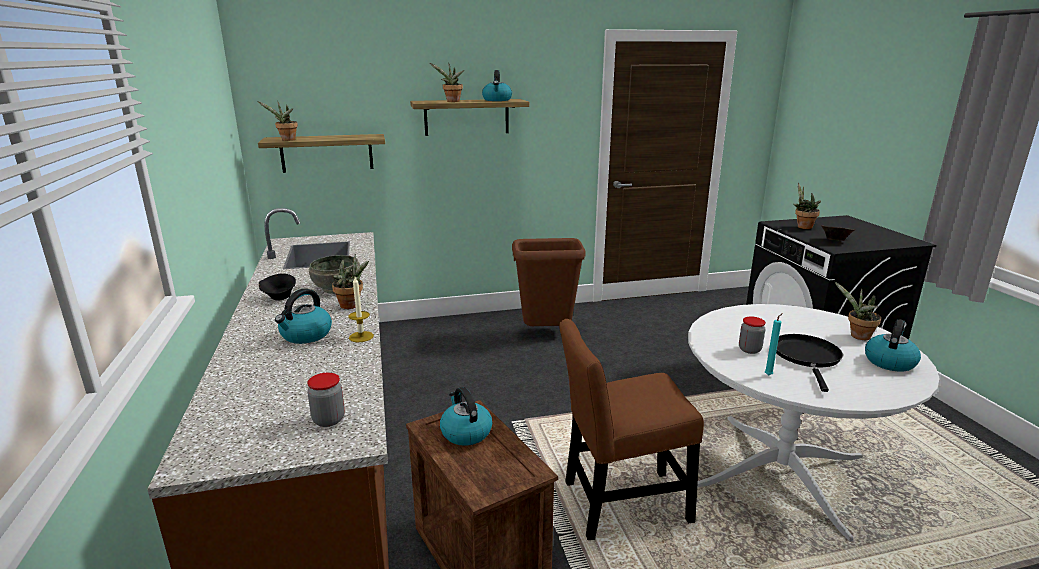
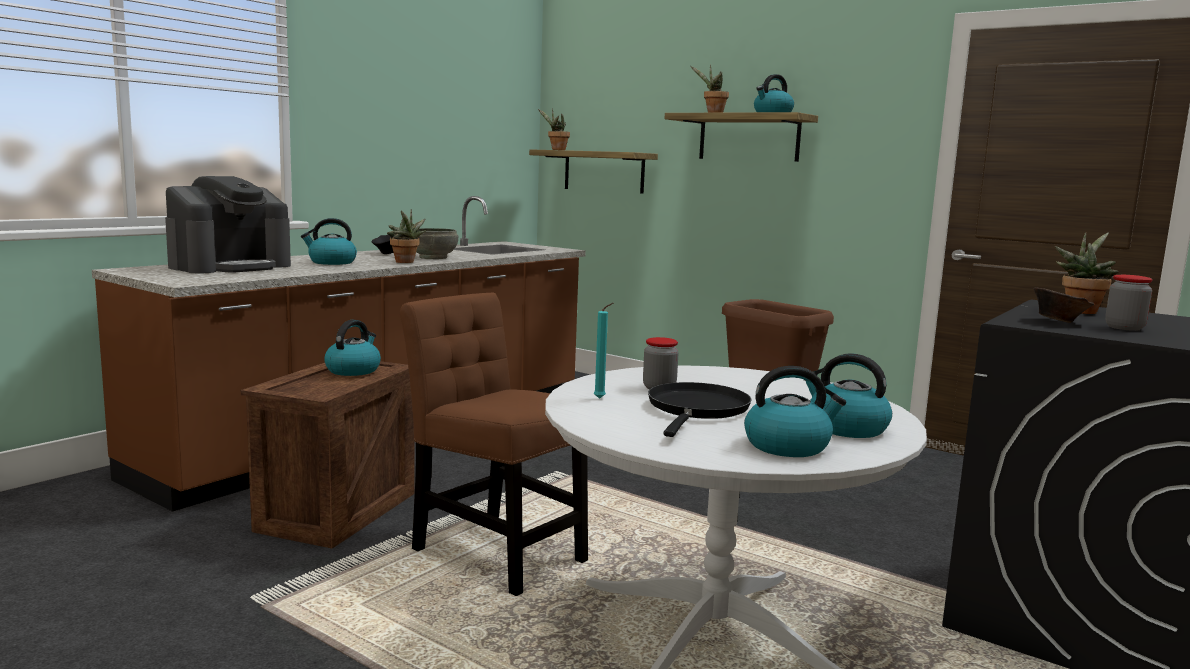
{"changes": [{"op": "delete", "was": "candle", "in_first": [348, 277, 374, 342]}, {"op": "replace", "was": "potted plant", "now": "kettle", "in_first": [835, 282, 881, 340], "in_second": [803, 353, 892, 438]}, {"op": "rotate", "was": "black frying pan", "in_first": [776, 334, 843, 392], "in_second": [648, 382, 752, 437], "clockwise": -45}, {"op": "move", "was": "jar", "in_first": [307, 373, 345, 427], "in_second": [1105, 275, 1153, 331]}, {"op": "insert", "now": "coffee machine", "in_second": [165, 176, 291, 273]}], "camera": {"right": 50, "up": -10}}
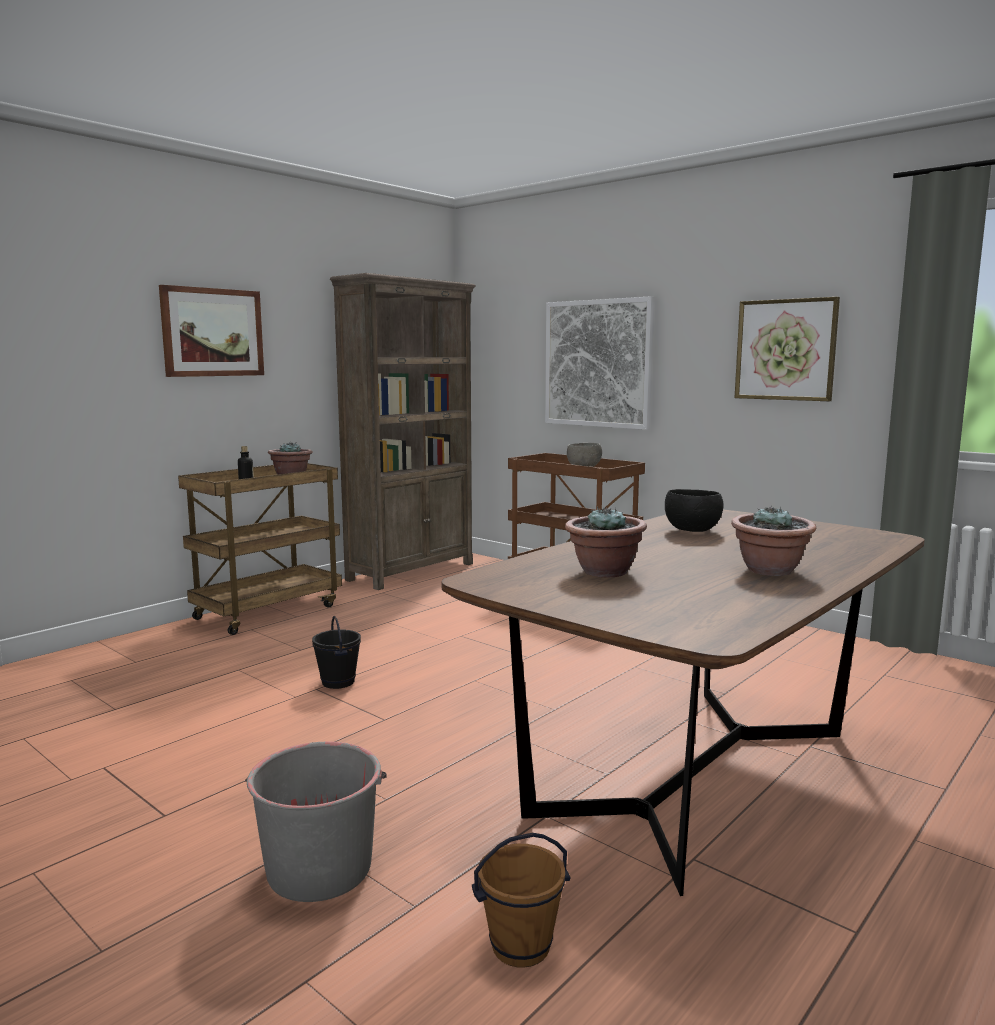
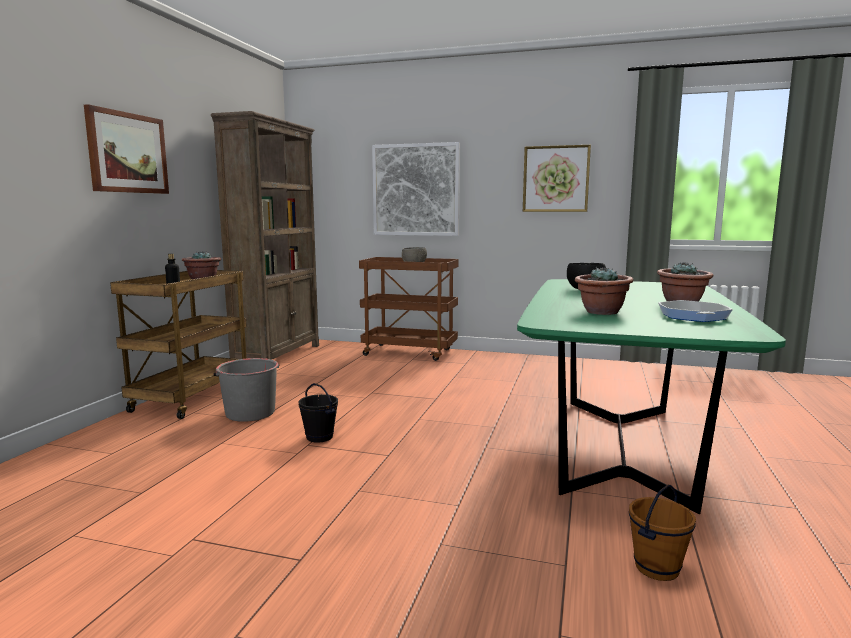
{"changes": [{"op": "recolor", "was": "brown dining table", "now": "green dining table", "in_first": [442, 510, 925, 896], "in_second": [517, 279, 786, 514]}, {"op": "move", "was": "grey bucket", "in_first": [245, 742, 387, 902], "in_second": [213, 358, 280, 422]}, {"op": "insert", "now": "frying pan", "in_second": [658, 300, 733, 322]}], "camera": {"right": -25, "up": 0}}
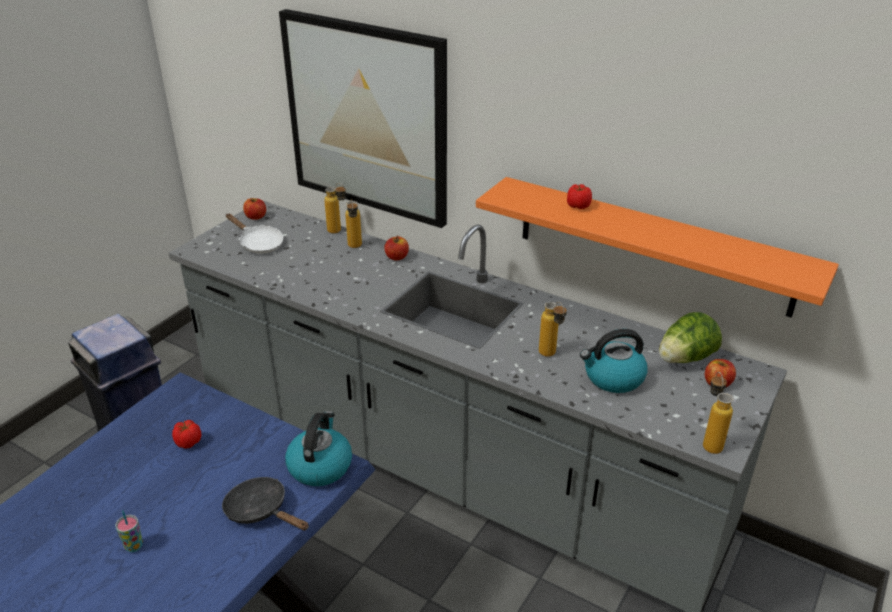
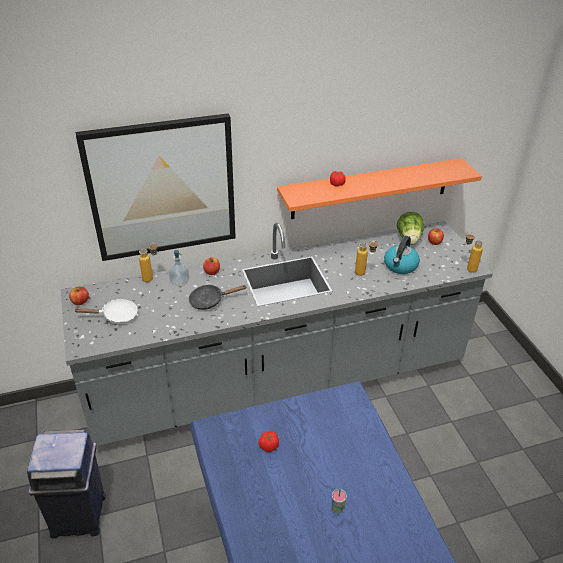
{"changes": [{"op": "replace", "was": "bottle", "now": "soap dispenser", "in_first": [345, 199, 362, 248], "in_second": [168, 250, 190, 287]}, {"op": "delete", "was": "kettle", "in_first": [285, 411, 352, 486]}, {"op": "move", "was": "black frying pan", "in_first": [222, 477, 309, 531], "in_second": [189, 285, 246, 310]}], "camera": {"right": -50, "up": 5}}
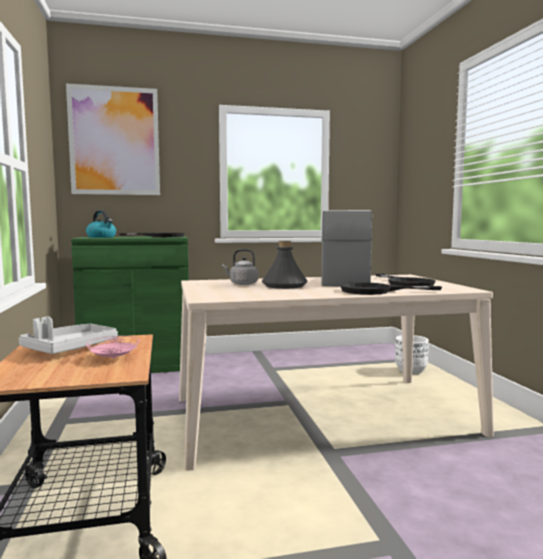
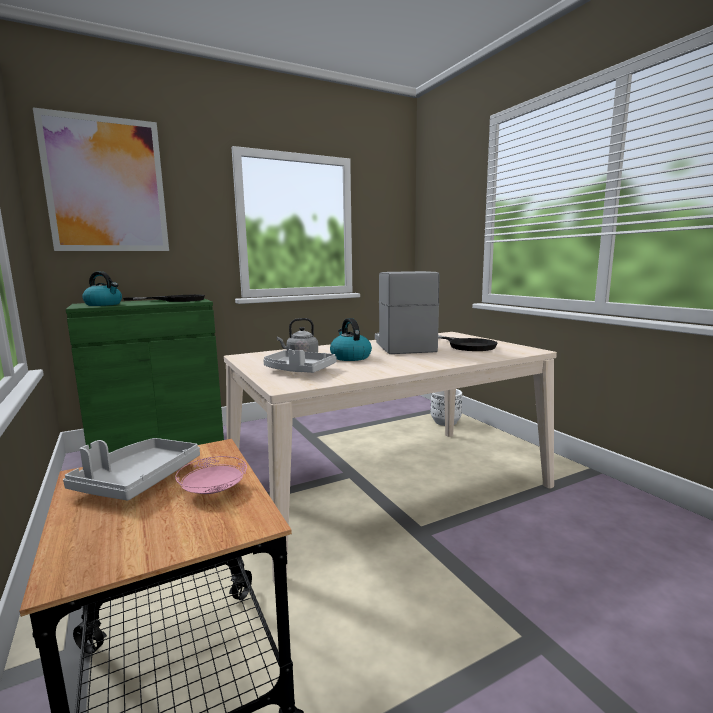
{"changes": [{"op": "replace", "was": "grey bottle", "now": "kettle", "in_first": [262, 241, 308, 289], "in_second": [330, 318, 372, 361]}, {"op": "delete", "was": "black frying pan", "in_first": [340, 282, 442, 295]}, {"op": "insert", "now": "grey tray", "in_second": [263, 349, 336, 373]}], "camera": {"right": -15, "up": 5}}
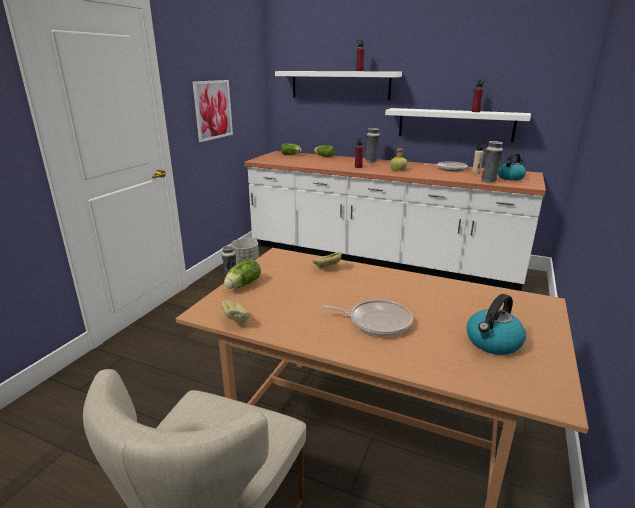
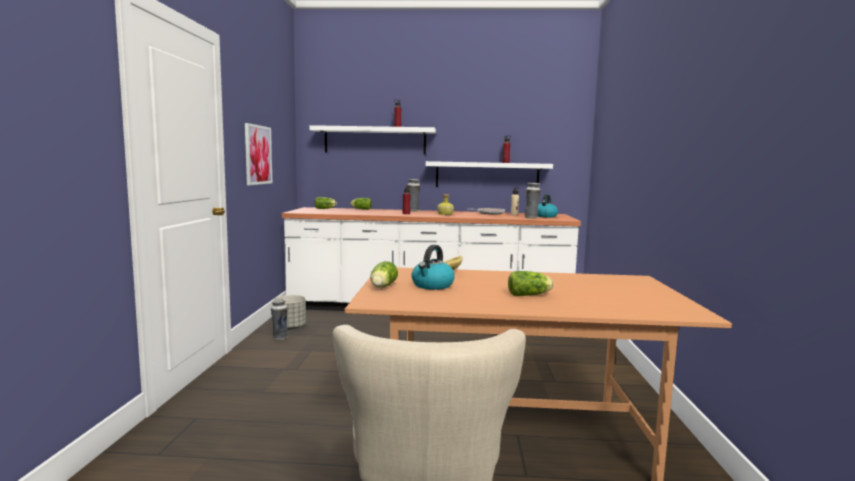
{"changes": [{"op": "move", "was": "kettle", "in_first": [466, 294, 526, 355], "in_second": [411, 245, 455, 290]}, {"op": "delete", "was": "bread", "in_first": [222, 300, 249, 323]}, {"op": "replace", "was": "frying pan", "now": "lettuce", "in_first": [321, 300, 413, 336], "in_second": [508, 271, 554, 296]}], "camera": {"right": -20, "up": -15}}
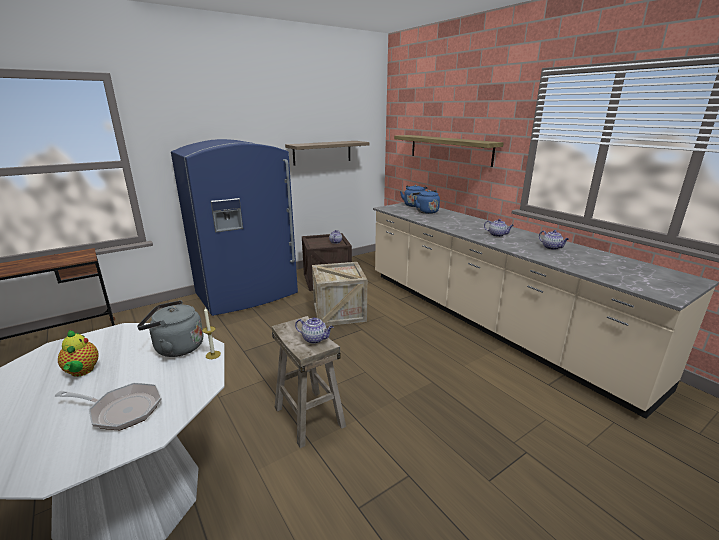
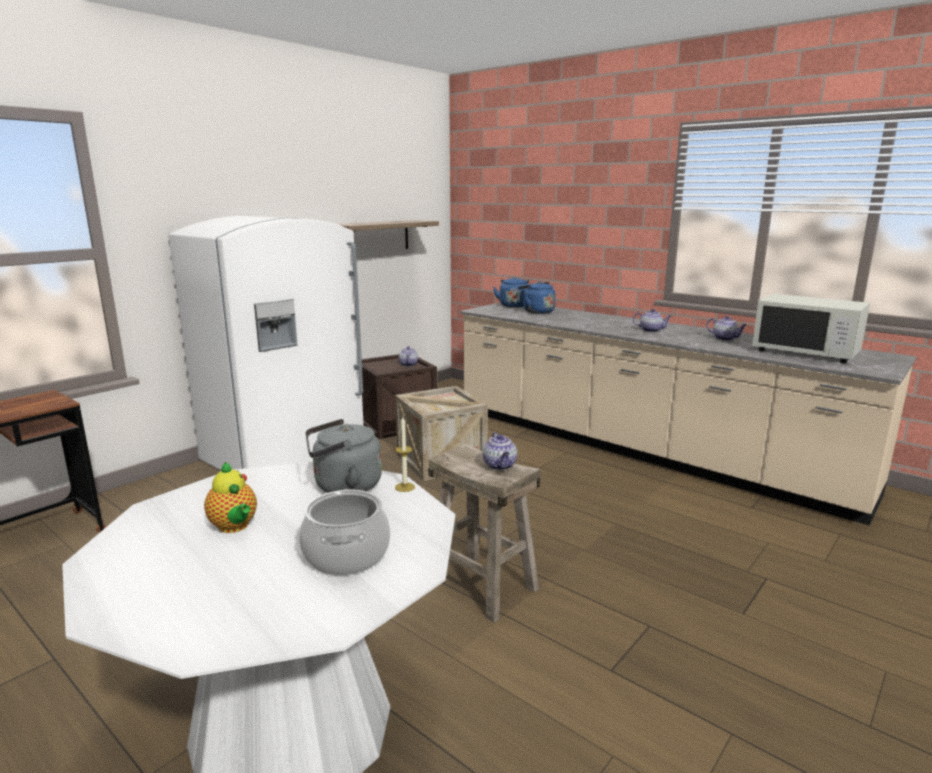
{"changes": [{"op": "delete", "was": "shelf", "in_first": [394, 135, 504, 167]}, {"op": "recolor", "was": "blue fridge", "now": "white fridge", "in_first": [171, 139, 298, 316], "in_second": [168, 216, 364, 470]}, {"op": "rotate", "was": "teapot", "in_first": [295, 317, 333, 344], "in_second": [483, 432, 517, 470], "clockwise": 75}, {"op": "replace", "was": "frying pan", "now": "cooking pot", "in_first": [55, 383, 162, 430], "in_second": [300, 489, 390, 575]}, {"op": "insert", "now": "white microwave", "in_second": [752, 294, 870, 363]}], "camera": {"right": -15, "up": -5}}
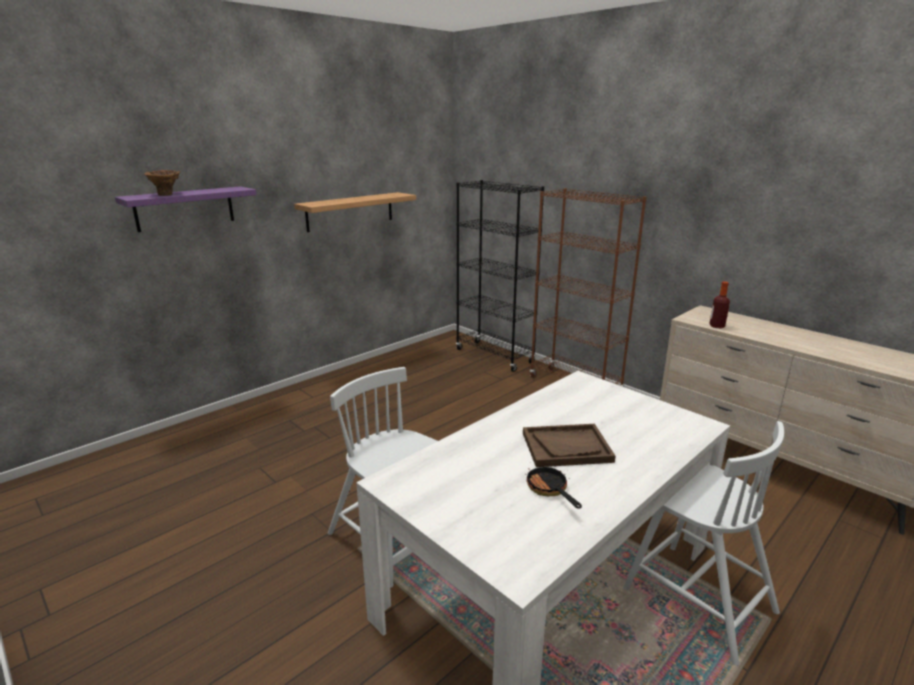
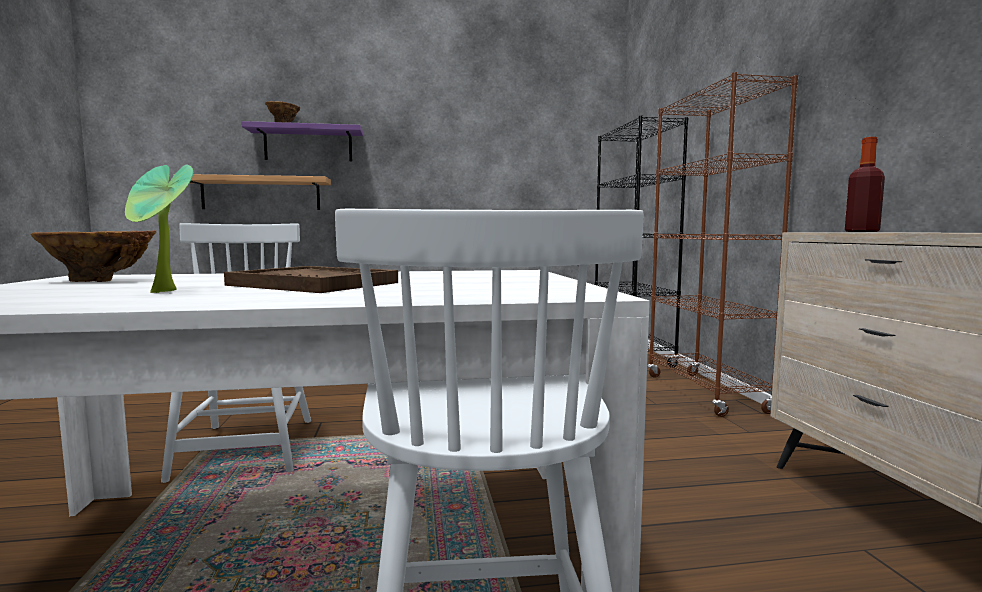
{"changes": [{"op": "move", "was": "shelf", "in_first": [294, 192, 416, 232], "in_second": [173, 174, 331, 210]}, {"op": "replace", "was": "frying pan", "now": "potted plant", "in_first": [525, 466, 582, 509], "in_second": [125, 165, 193, 293]}, {"op": "insert", "now": "brown vase", "in_second": [31, 230, 156, 282]}], "camera": {"right": 35, "up": -15}}
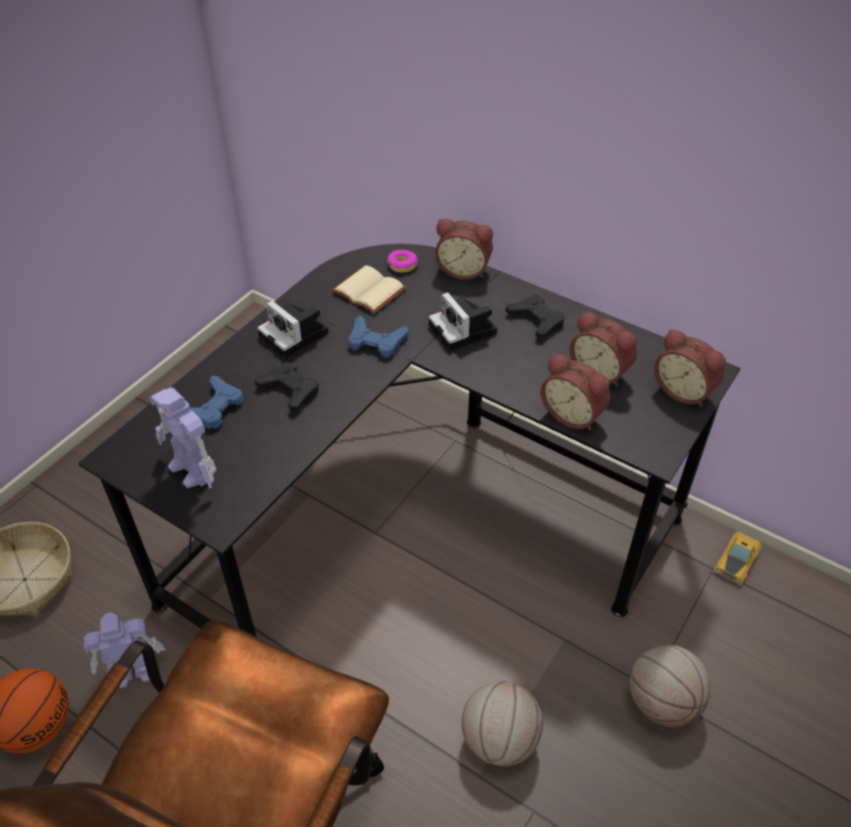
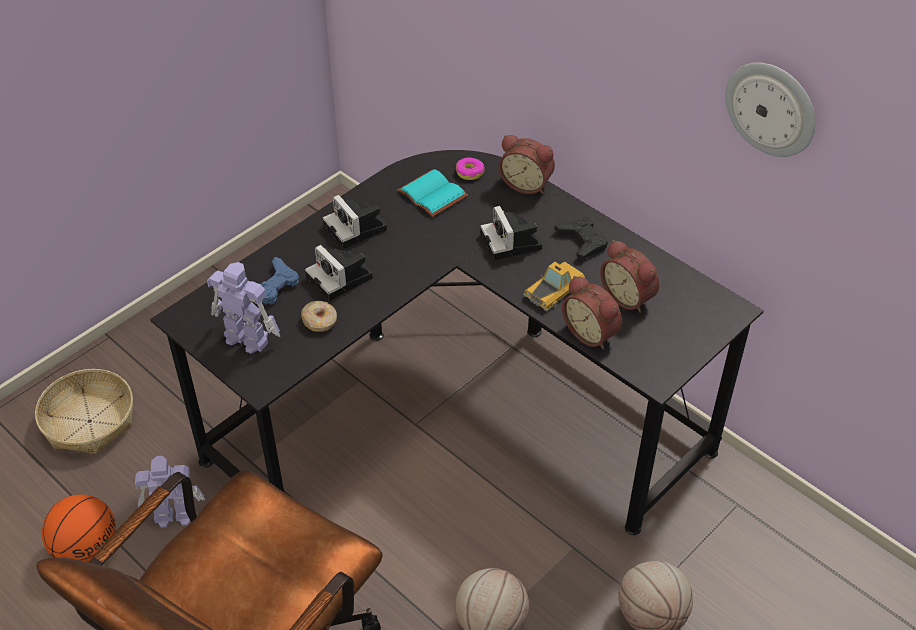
{"changes": [{"op": "recolor", "was": "beige book", "now": "turquoise book", "in_first": [331, 265, 407, 314], "in_second": [398, 169, 468, 217]}, {"op": "delete", "was": "blue game controller", "in_first": [349, 315, 408, 358]}, {"op": "delete", "was": "alarm clock", "in_first": [654, 329, 726, 407]}, {"op": "replace", "was": "black game controller", "now": "photo camera", "in_first": [254, 362, 319, 411], "in_second": [305, 245, 373, 301]}, {"op": "rotate", "was": "toy robot", "in_first": [150, 387, 217, 488], "in_second": [207, 262, 280, 354], "clockwise": 150}, {"op": "move", "was": "toy car", "in_first": [713, 532, 762, 586], "in_second": [523, 262, 585, 311]}, {"op": "insert", "now": "wall clock", "in_second": [725, 63, 816, 157]}, {"op": "insert", "now": "donut", "in_second": [301, 301, 337, 332]}], "camera": {"right": 10, "up": 0}}
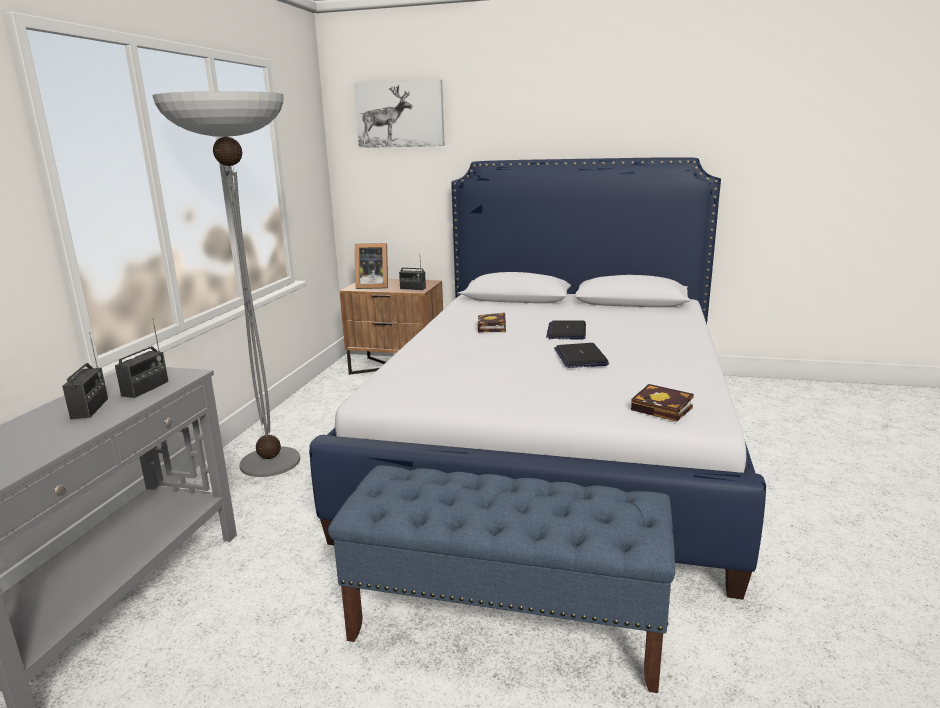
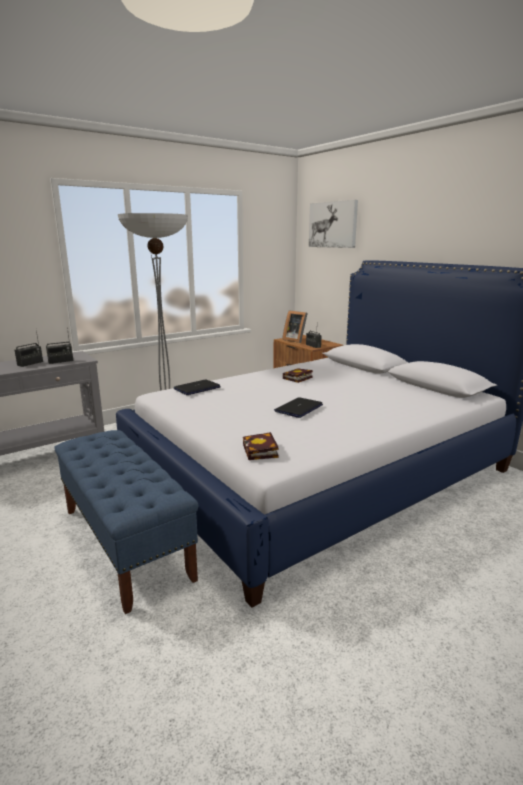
{"changes": [{"op": "move", "was": "laptop", "in_first": [546, 320, 586, 340], "in_second": [174, 379, 221, 395]}], "camera": {"right": 40, "up": 0}}
